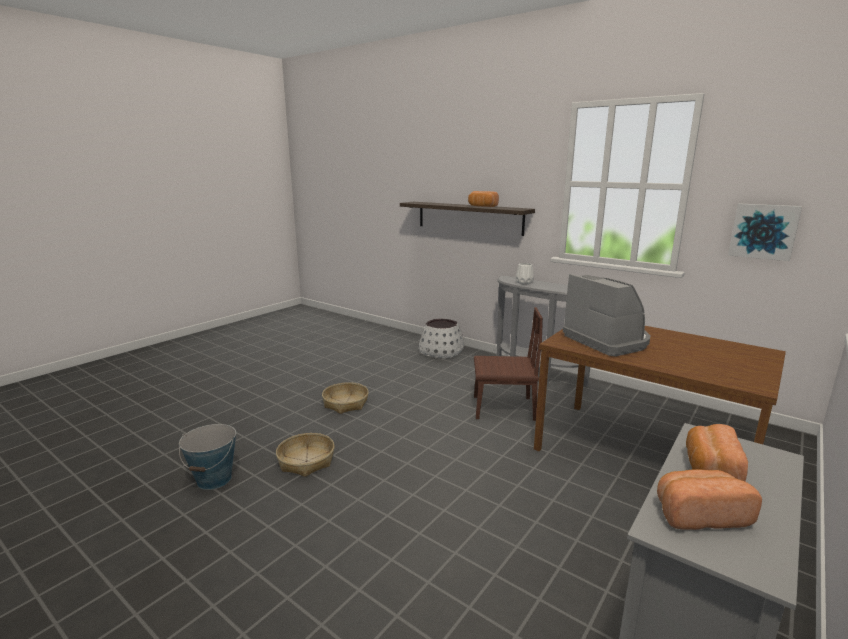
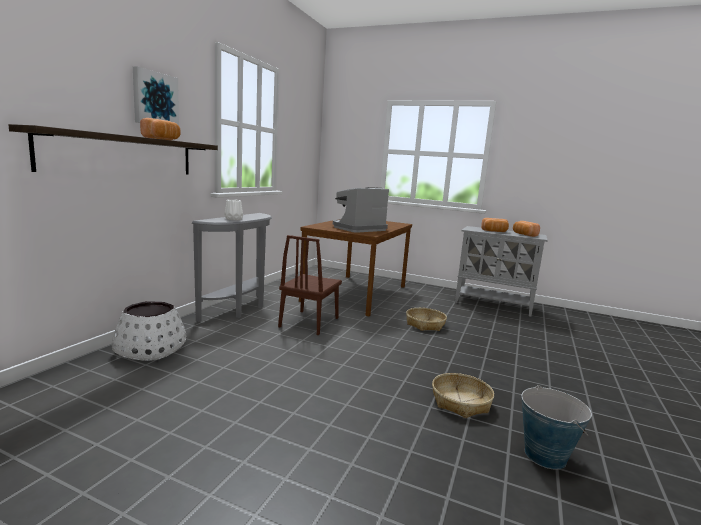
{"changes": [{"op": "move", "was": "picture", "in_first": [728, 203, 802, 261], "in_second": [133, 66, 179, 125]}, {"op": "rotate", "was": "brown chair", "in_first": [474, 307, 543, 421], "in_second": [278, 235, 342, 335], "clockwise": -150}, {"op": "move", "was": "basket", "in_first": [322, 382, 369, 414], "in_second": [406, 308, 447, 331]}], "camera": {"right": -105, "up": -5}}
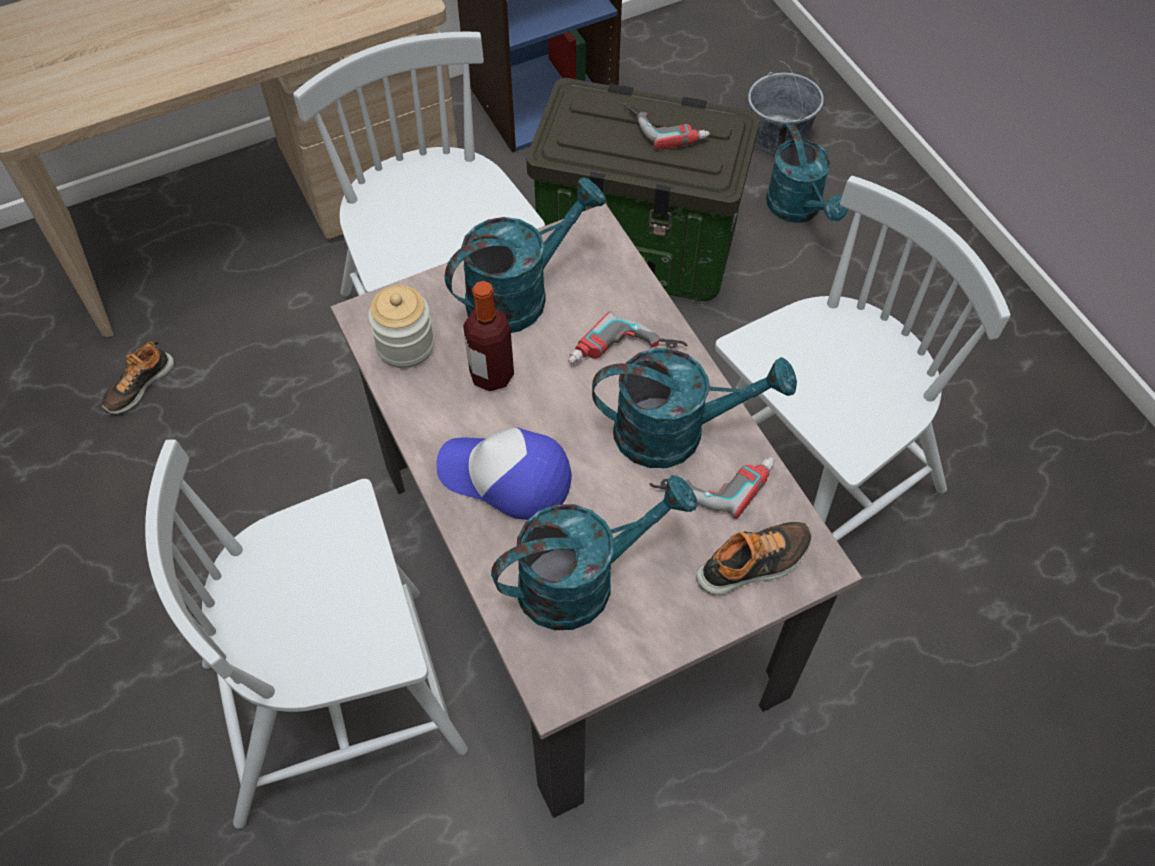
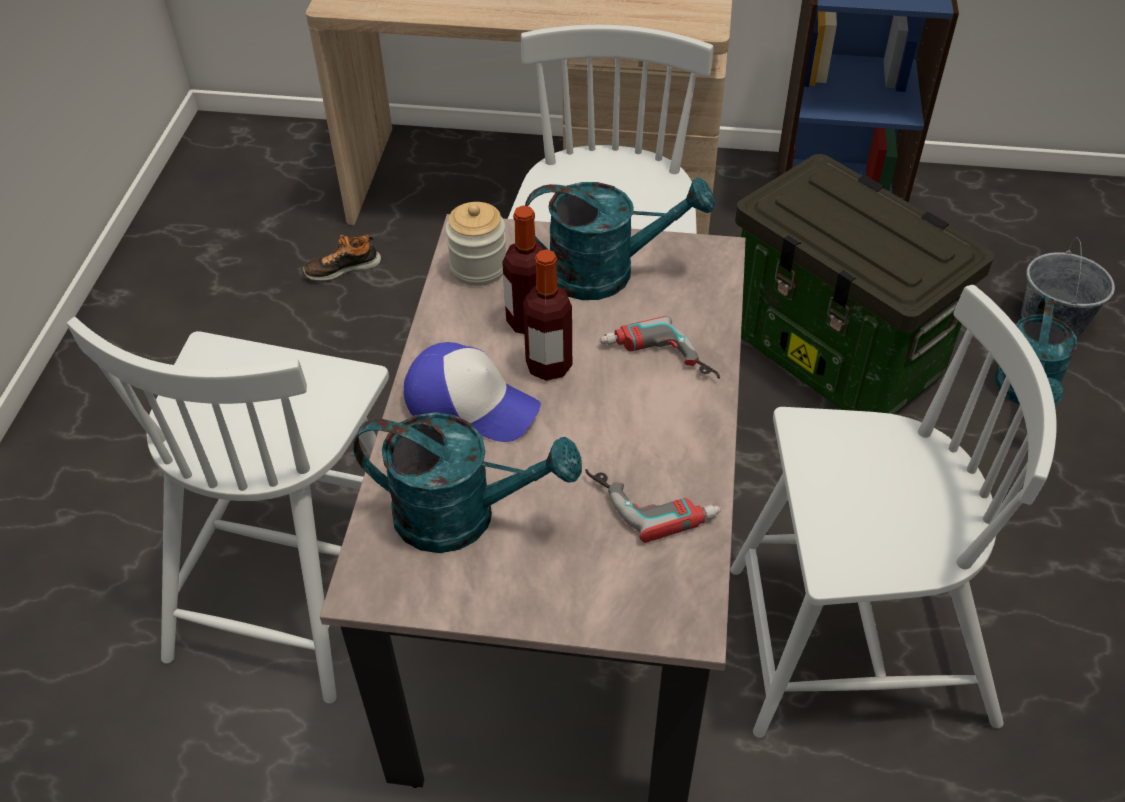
{"changes": [{"op": "delete", "was": "power drill", "in_first": [624, 103, 710, 151]}, {"op": "delete", "was": "turquoise watering can", "in_first": [592, 348, 797, 468]}, {"op": "rotate", "was": "cap", "in_first": [437, 427, 572, 520], "in_second": [404, 342, 541, 442], "clockwise": 150}, {"op": "rotate", "was": "white chair", "in_first": [145, 440, 468, 829], "in_second": [67, 317, 389, 704], "clockwise": -90}, {"op": "delete", "was": "shoe", "in_first": [696, 522, 812, 595]}, {"op": "insert", "now": "bottle", "in_second": [523, 249, 572, 381]}], "camera": {"right": 35, "up": -10}}
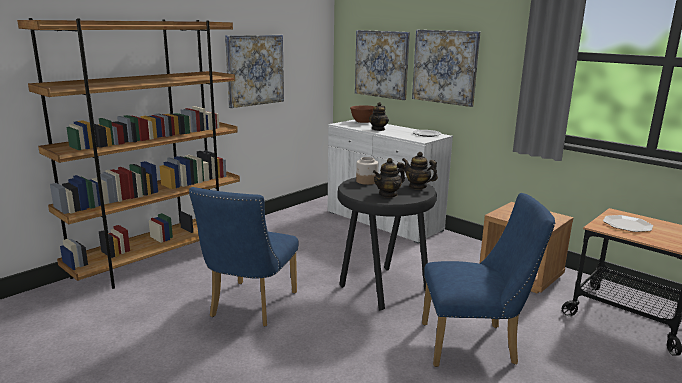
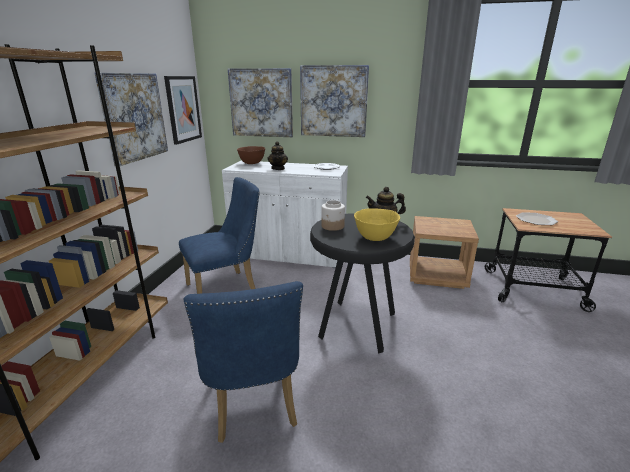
{"changes": [{"op": "replace", "was": "teapot", "now": "yellow bowl", "in_first": [373, 158, 405, 198], "in_second": [354, 208, 400, 241]}, {"op": "move", "was": "blue chair", "in_first": [422, 193, 555, 367], "in_second": [179, 177, 260, 294]}, {"op": "insert", "now": "picture", "in_second": [164, 76, 202, 145]}], "camera": {"right": -30, "up": 5}}
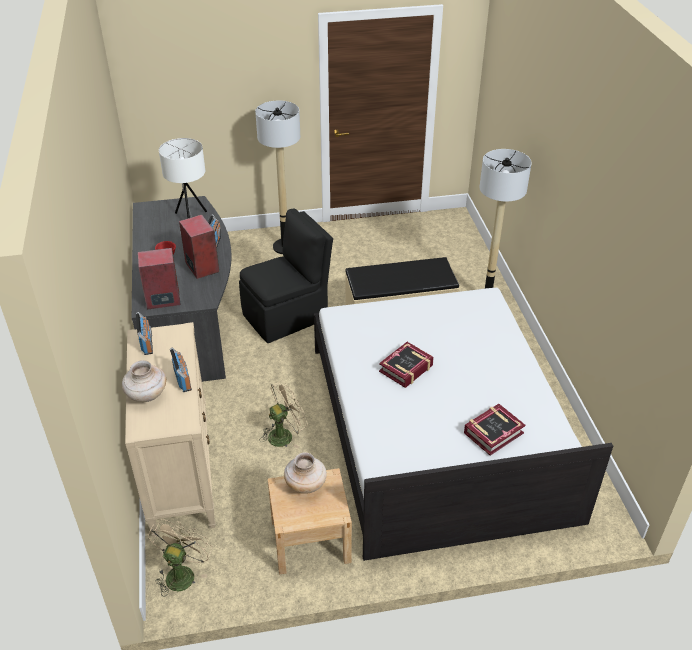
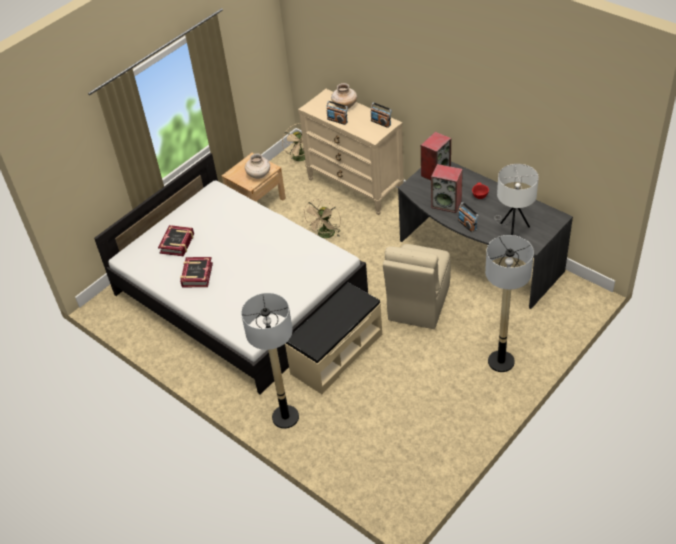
{"changes": [{"op": "recolor", "was": "black chair", "now": "beige chair", "in_first": [239, 208, 333, 343], "in_second": [383, 244, 451, 329]}, {"op": "move", "was": "book", "in_first": [379, 342, 434, 388], "in_second": [180, 257, 213, 287]}], "camera": {"right": 145, "up": 5}}
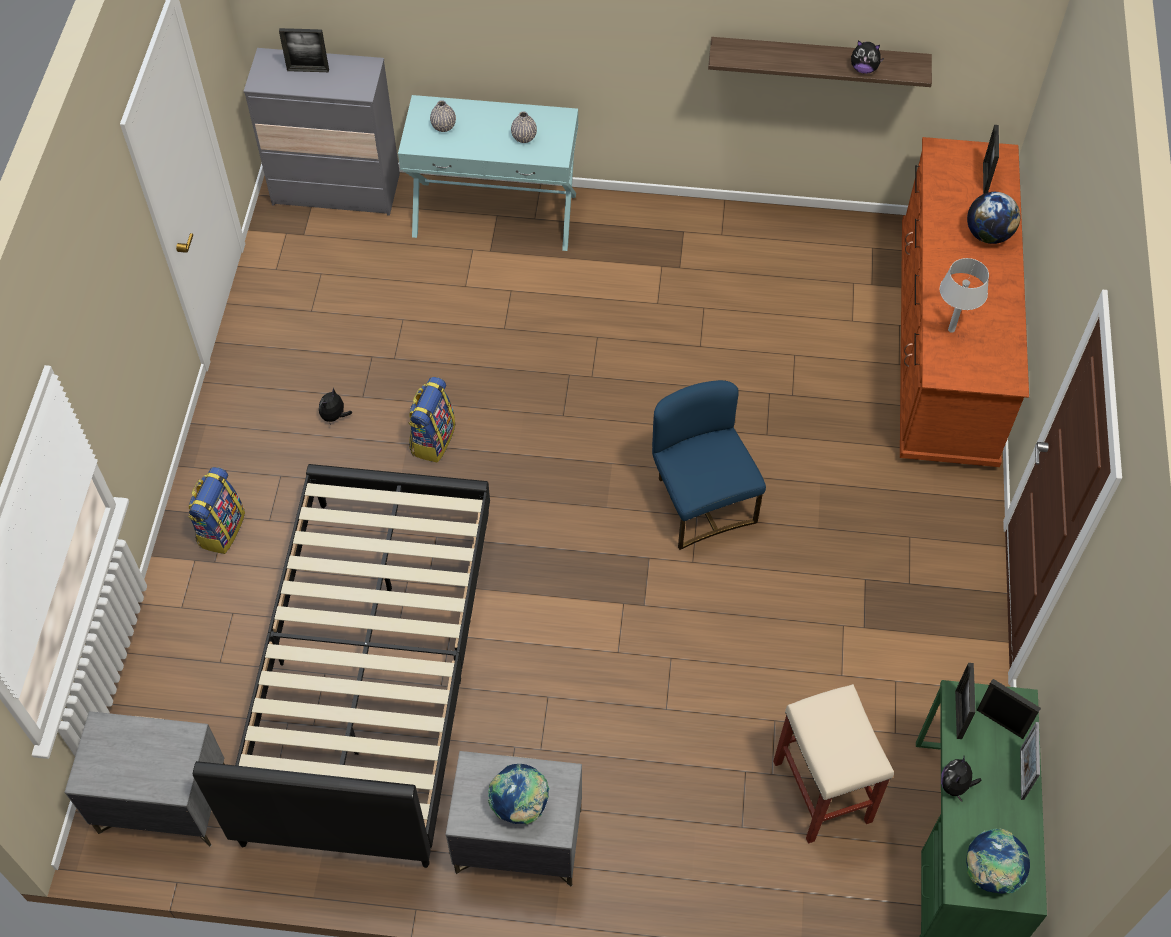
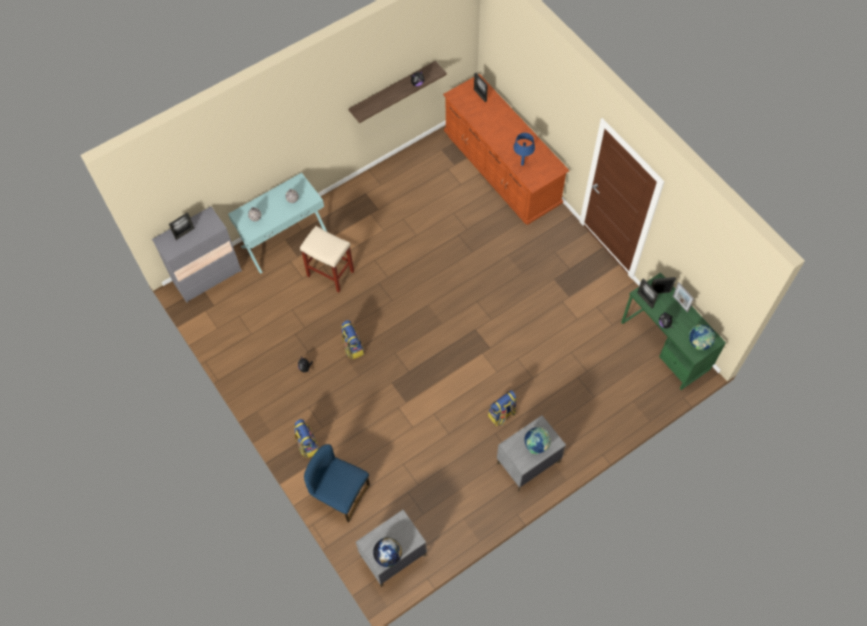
{"changes": [{"op": "move", "was": "globe", "in_first": [967, 192, 1020, 244], "in_second": [373, 537, 402, 567]}, {"op": "recolor", "was": "grey table lamp", "now": "blue table lamp", "in_first": [940, 258, 989, 333], "in_second": [513, 133, 535, 166]}, {"op": "move", "was": "blue chair", "in_first": [652, 380, 766, 550], "in_second": [304, 444, 370, 523]}, {"op": "delete", "was": "black bed", "in_first": [193, 464, 490, 868]}, {"op": "move", "was": "beige stool", "in_first": [773, 684, 894, 844], "in_second": [300, 226, 354, 293]}, {"op": "insert", "now": "backpack", "in_second": [488, 390, 517, 426]}], "camera": {"right": -40, "up": 5}}
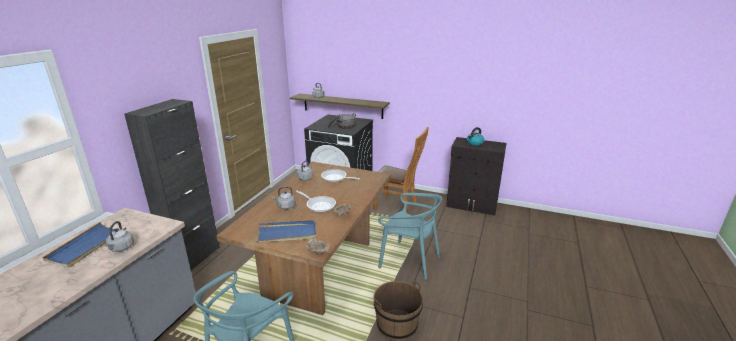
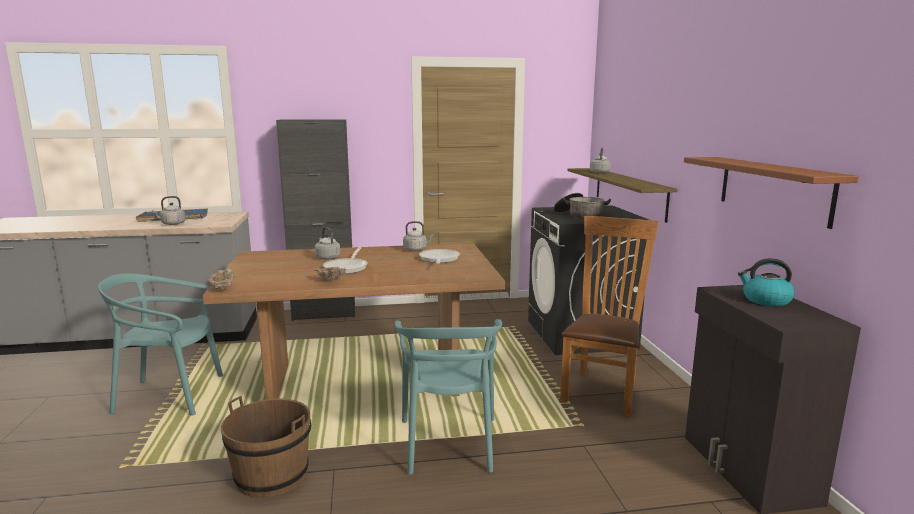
{"changes": [{"op": "rotate", "was": "brown chair", "in_first": [373, 127, 429, 214], "in_second": [560, 216, 659, 416], "clockwise": -150}, {"op": "delete", "was": "blue tray", "in_first": [257, 220, 316, 242]}, {"op": "insert", "now": "brown shelf", "in_second": [684, 157, 859, 229]}], "camera": {"right": 60, "up": -10}}
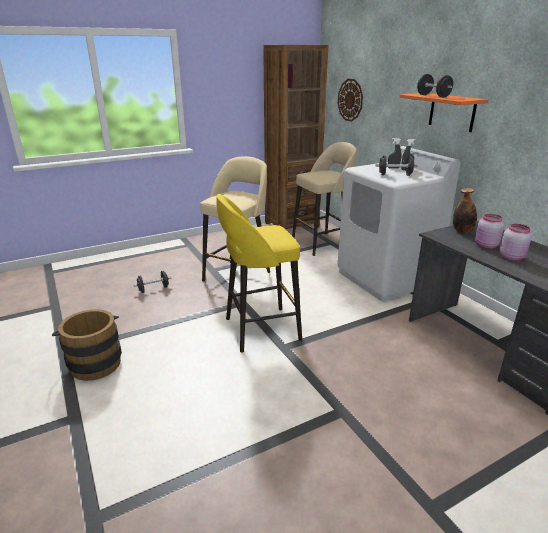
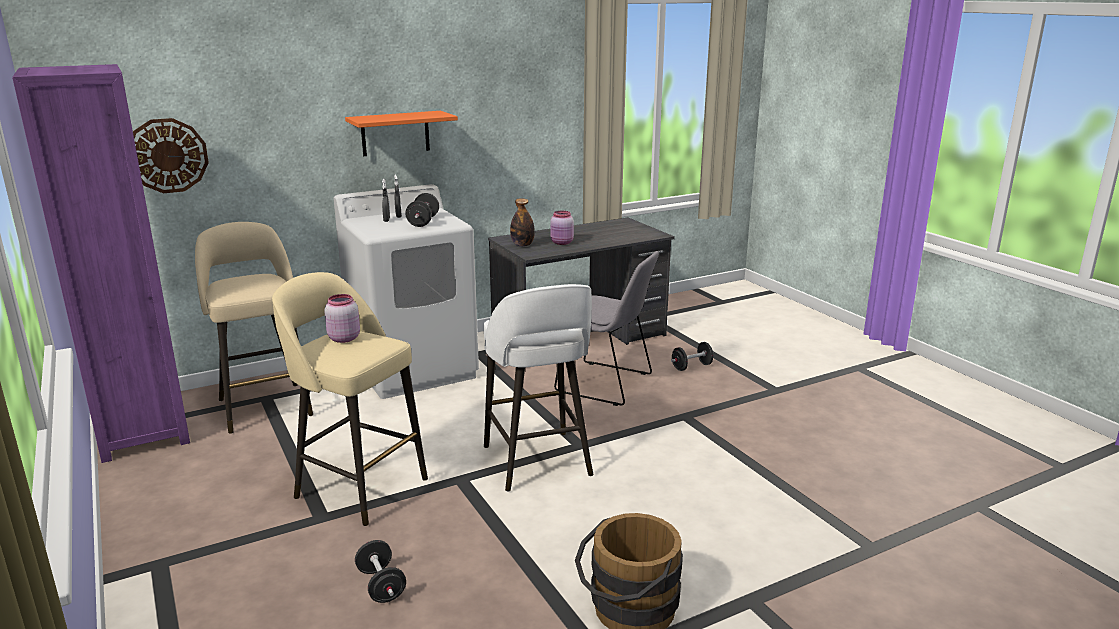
{"changes": [{"op": "recolor", "was": "brown bookcase", "now": "purple bookcase", "in_first": [263, 45, 328, 229], "in_second": [12, 64, 190, 463]}, {"op": "move", "was": "black dumbbell", "in_first": [417, 74, 453, 97], "in_second": [671, 342, 714, 371]}, {"op": "recolor", "was": "yellow stool", "now": "white stool", "in_first": [216, 194, 302, 353], "in_second": [484, 284, 594, 492]}, {"op": "move", "was": "pink jar", "in_first": [500, 224, 532, 261], "in_second": [324, 294, 360, 343]}, {"op": "insert", "now": "grey chair", "in_second": [554, 251, 659, 406]}], "camera": {"right": -90, "up": -5}}
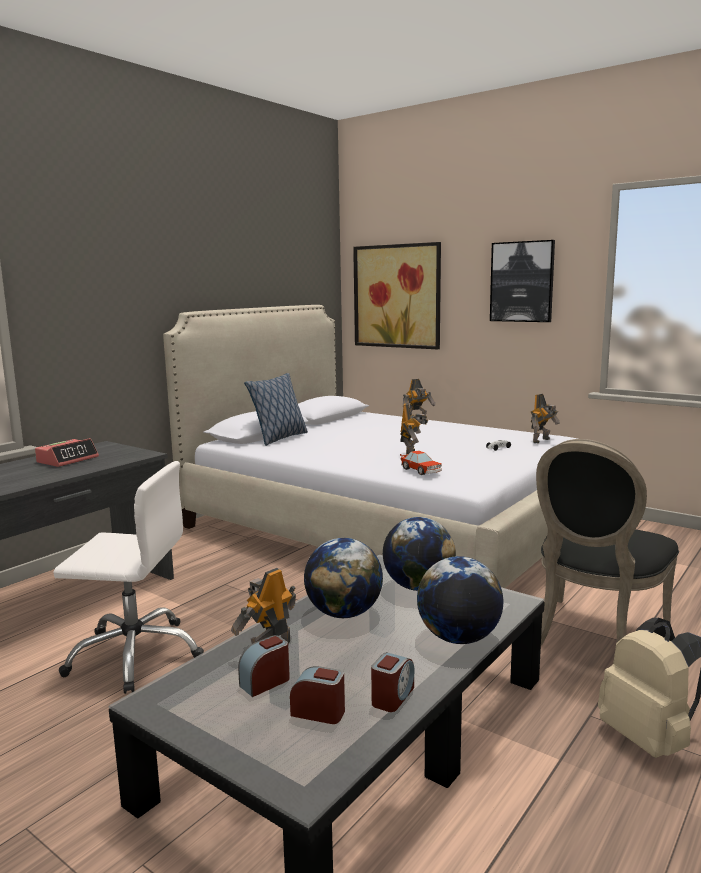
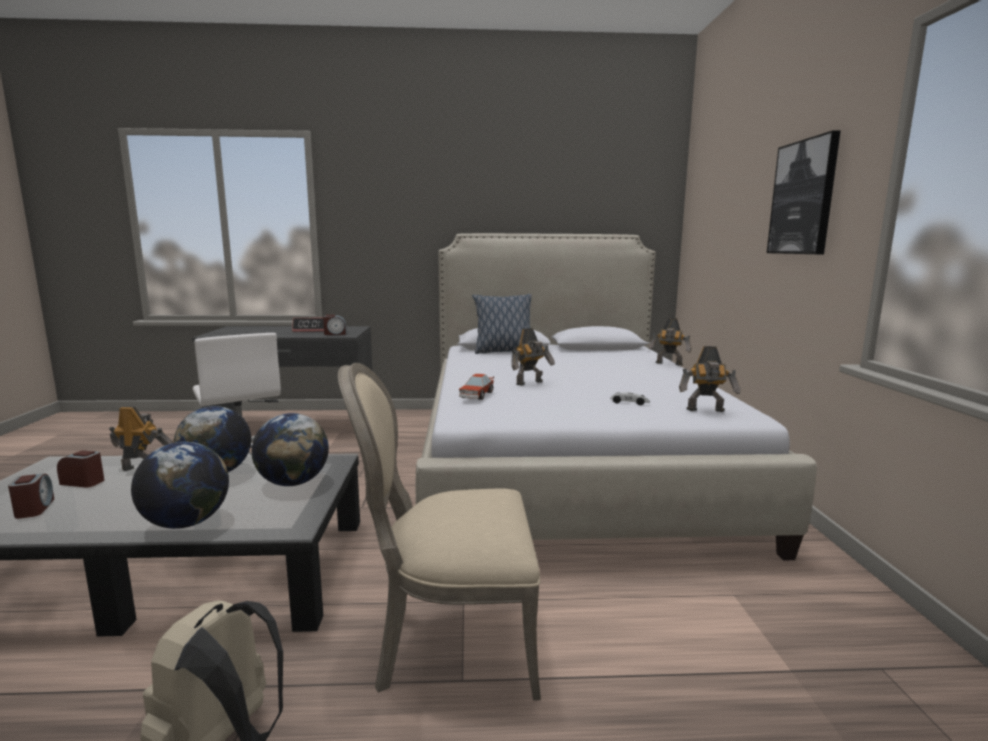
{"changes": [{"op": "delete", "was": "picture", "in_first": [353, 242, 441, 349]}, {"op": "recolor", "was": "black chair", "now": "beige chair", "in_first": [536, 439, 679, 645], "in_second": [338, 363, 541, 701]}, {"op": "move", "was": "alarm clock", "in_first": [371, 652, 415, 712], "in_second": [323, 315, 347, 335]}], "camera": {"right": 50, "up": 0}}
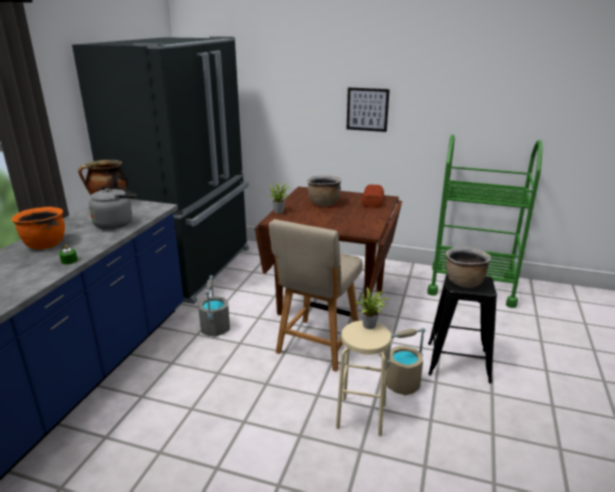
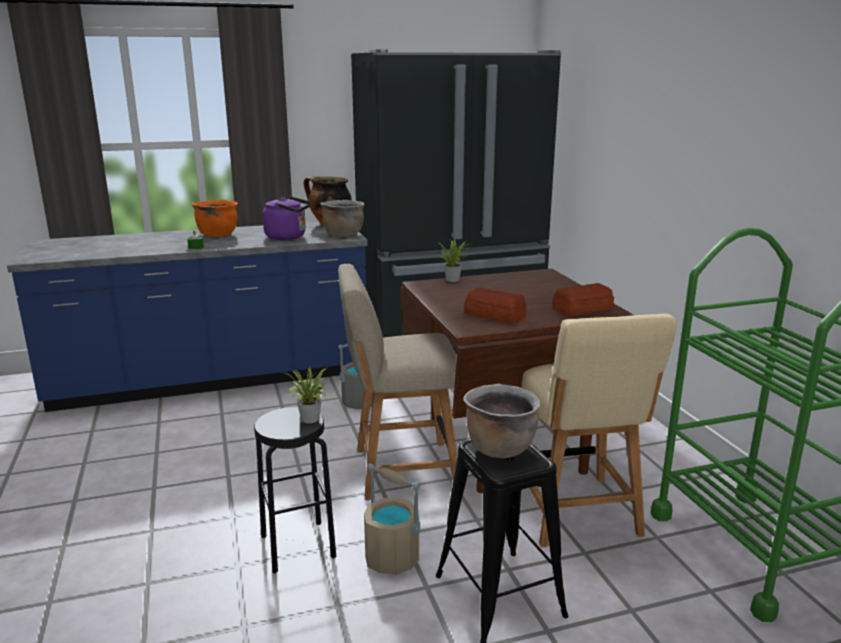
{"changes": [{"op": "delete", "was": "picture", "in_first": [347, 87, 390, 132]}, {"op": "move", "was": "brown cooking pot", "in_first": [307, 175, 342, 206], "in_second": [320, 200, 365, 237]}, {"op": "recolor", "was": "grey kettle", "now": "purple kettle", "in_first": [89, 187, 136, 229], "in_second": [263, 196, 311, 240]}, {"op": "recolor", "was": "beige stool", "now": "black stool", "in_first": [336, 321, 392, 436], "in_second": [254, 407, 336, 574]}, {"op": "insert", "now": "bread", "in_second": [464, 287, 526, 323]}, {"op": "insert", "now": "beige chair", "in_second": [522, 314, 677, 548]}], "camera": {"right": 55, "up": -5}}
